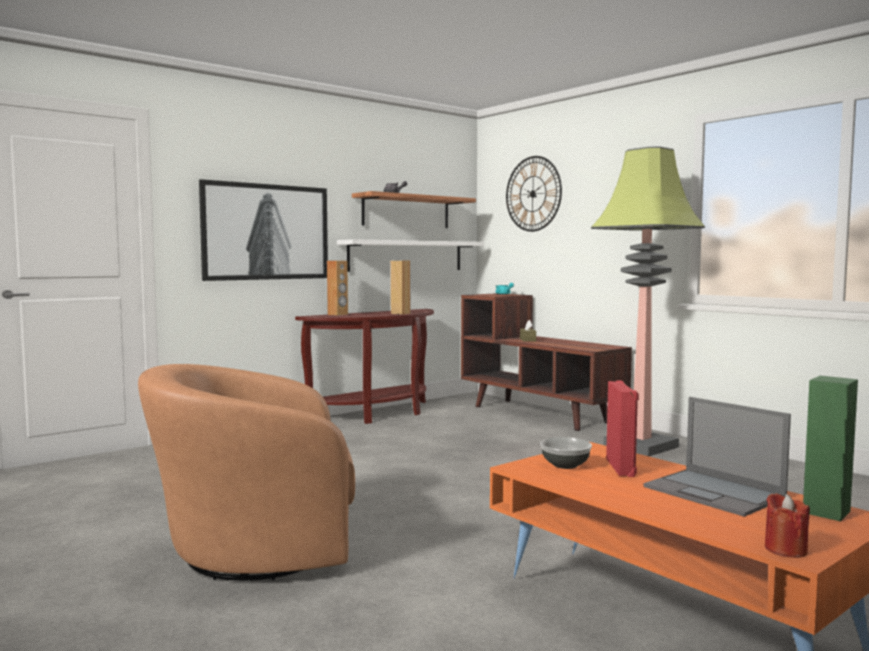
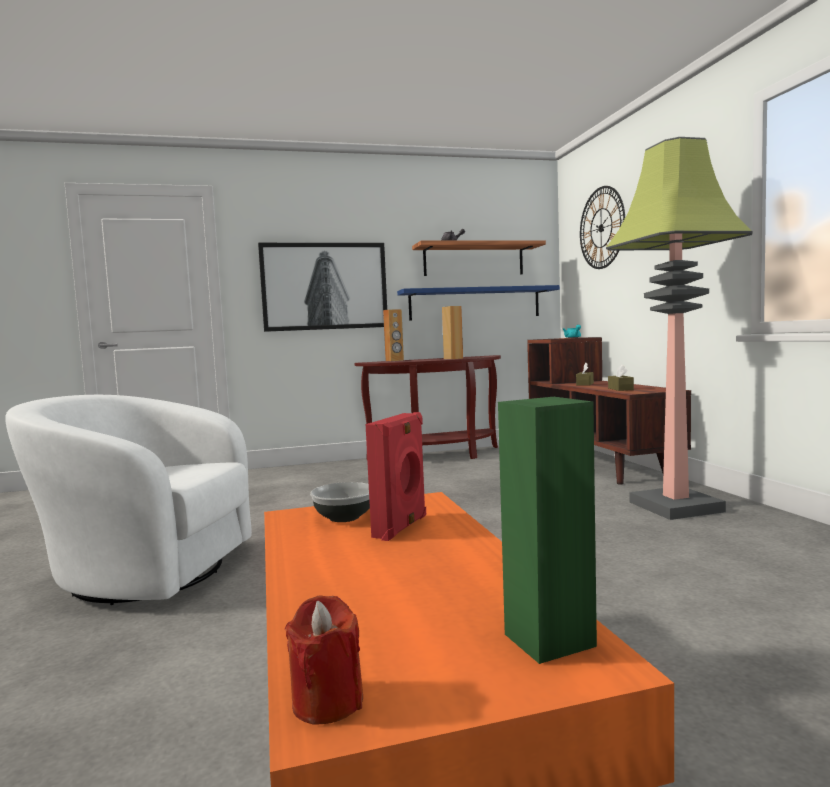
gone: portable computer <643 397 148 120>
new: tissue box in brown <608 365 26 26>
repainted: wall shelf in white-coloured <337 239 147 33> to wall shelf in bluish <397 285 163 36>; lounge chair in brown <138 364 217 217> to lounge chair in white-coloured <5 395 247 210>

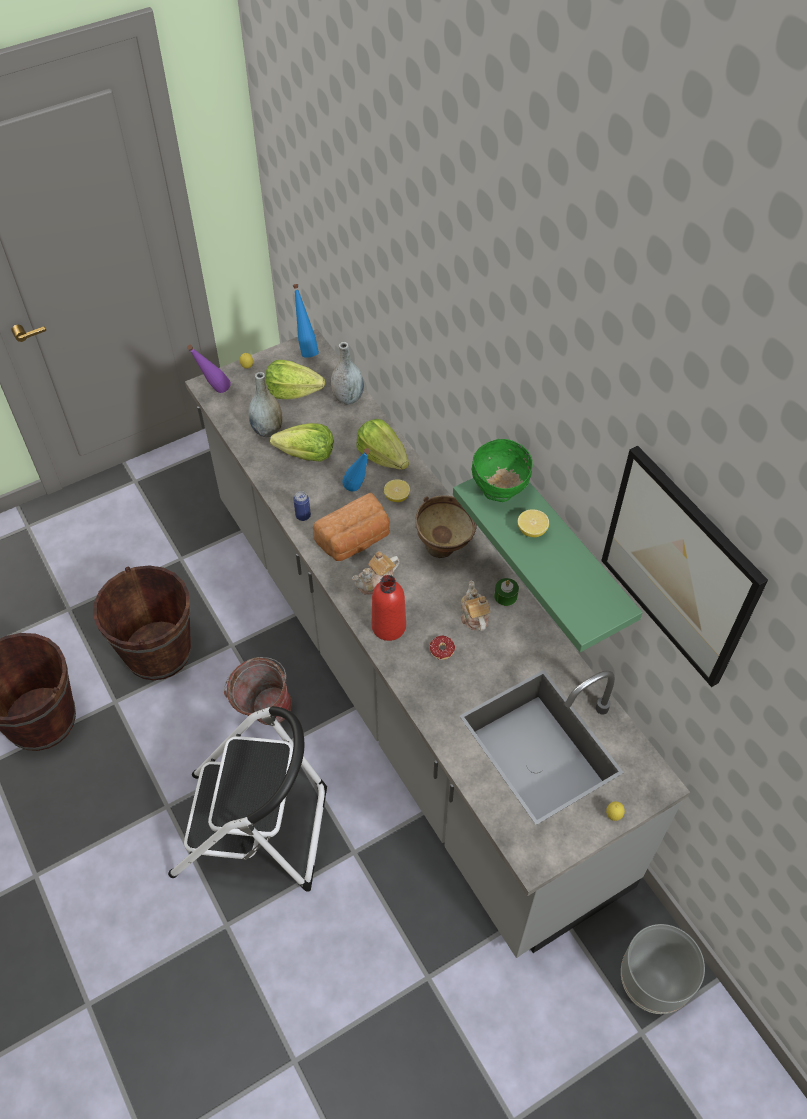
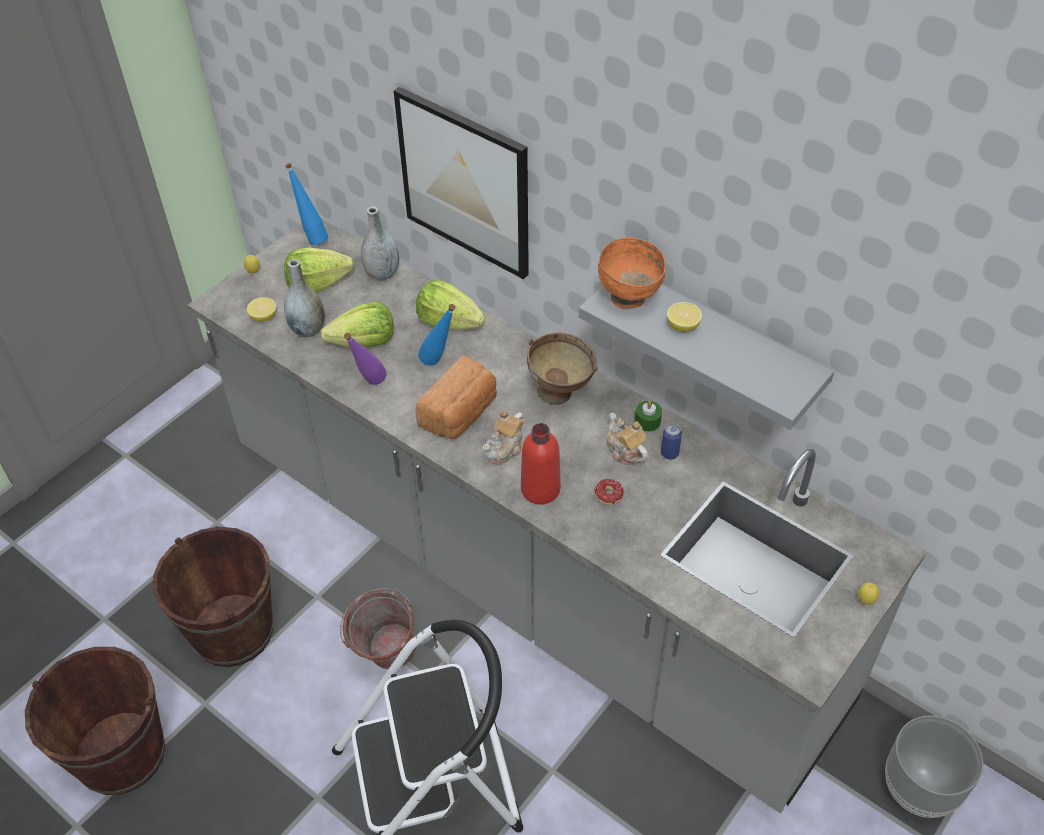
shifted: bottle in purple <187 345 44 48> to <344 333 43 52>; wall art <601 446 167 241> to <394 87 135 192>; whole lemon <384 479 26 23> to <247 297 29 25>; can <293 491 18 30> to <661 423 21 37>
repainted: serving bowl in greenish <472 439 61 63> to serving bowl in orangey <598 238 68 70>; wall shelf in greenish <453 478 190 174> to wall shelf in grey <579 284 255 146>

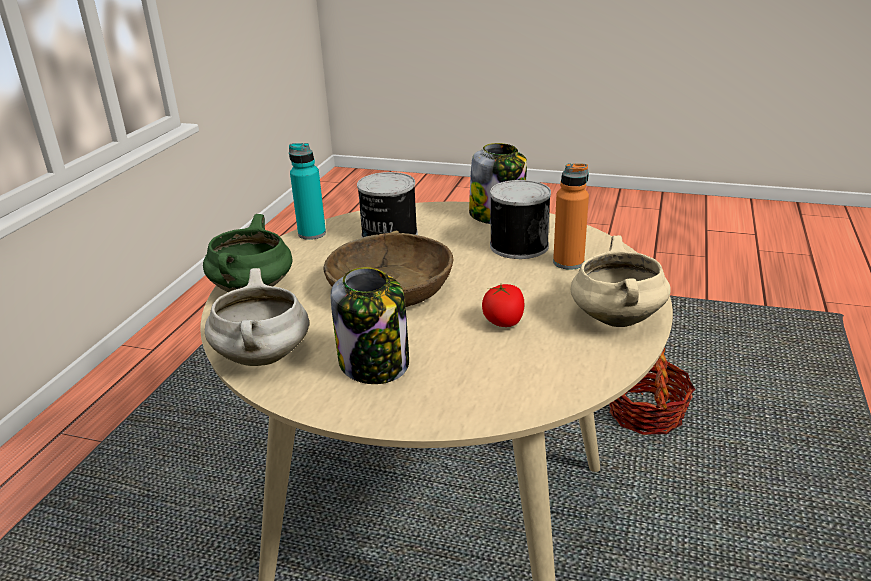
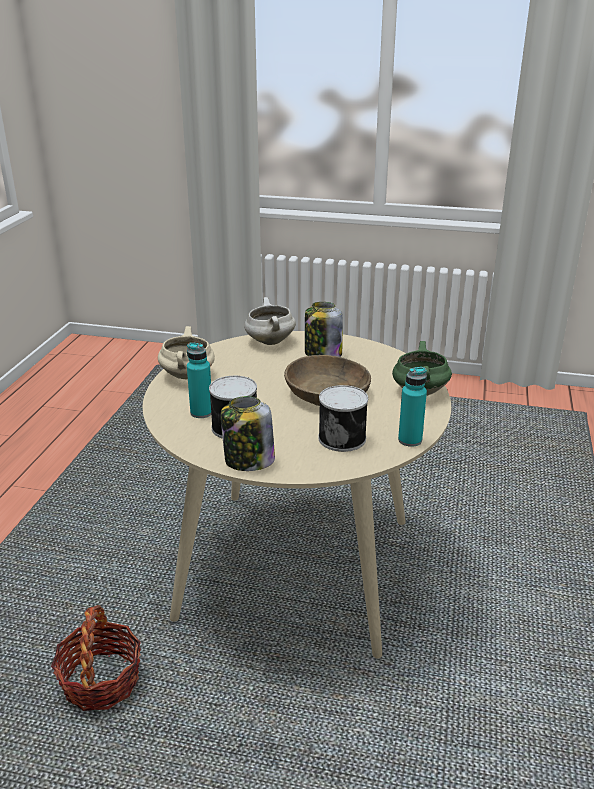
gone: tomato <482 284 42 43>
shifted: stockpot in white-coloured <205 268 104 98> to <244 297 52 48>
repainted: bottle in orangey <553 163 36 107> to bottle in turquoise <187 342 24 76>

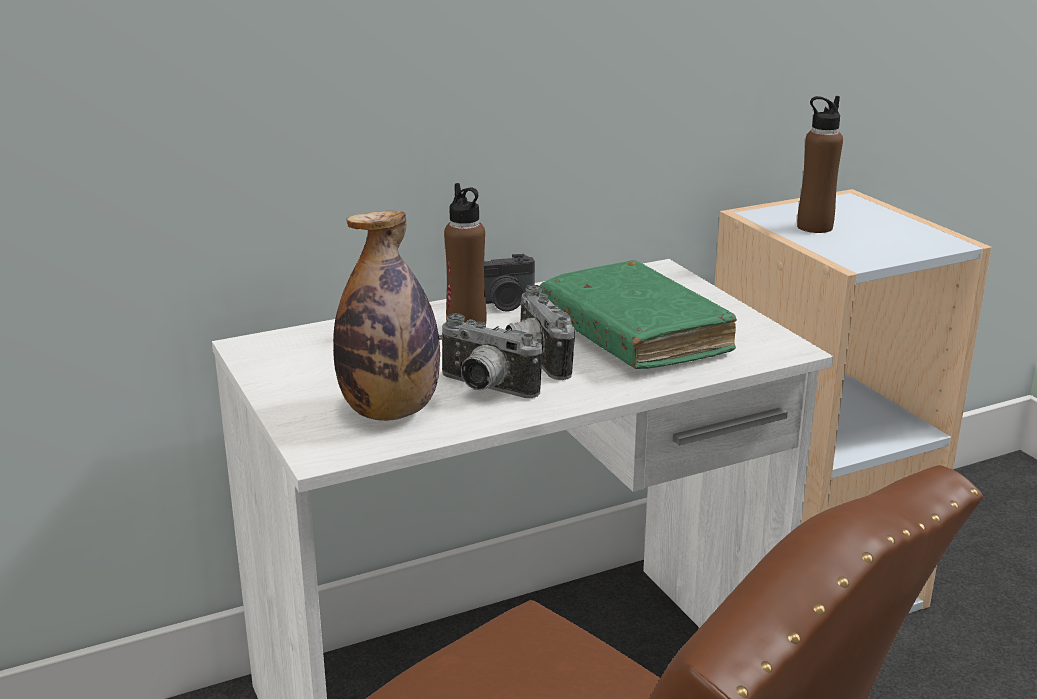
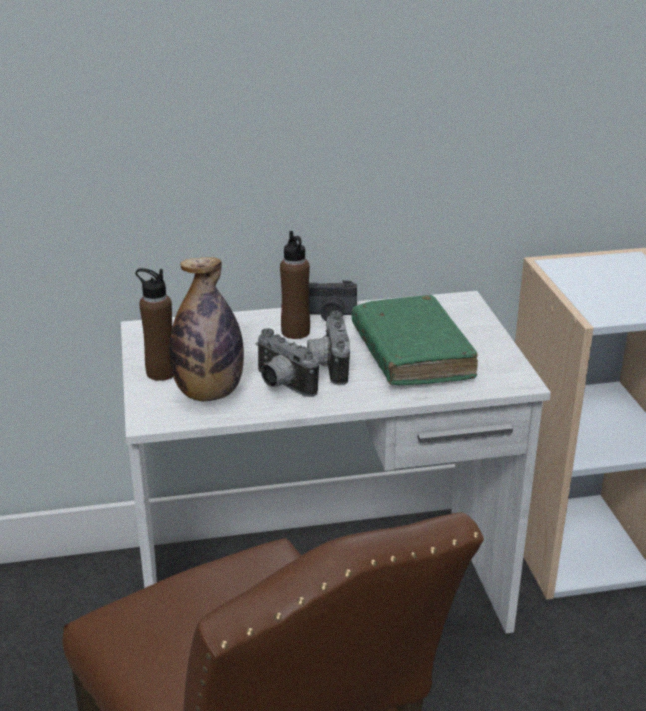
shifted: bottle in brown <797 96 46 137> to <135 268 38 113>

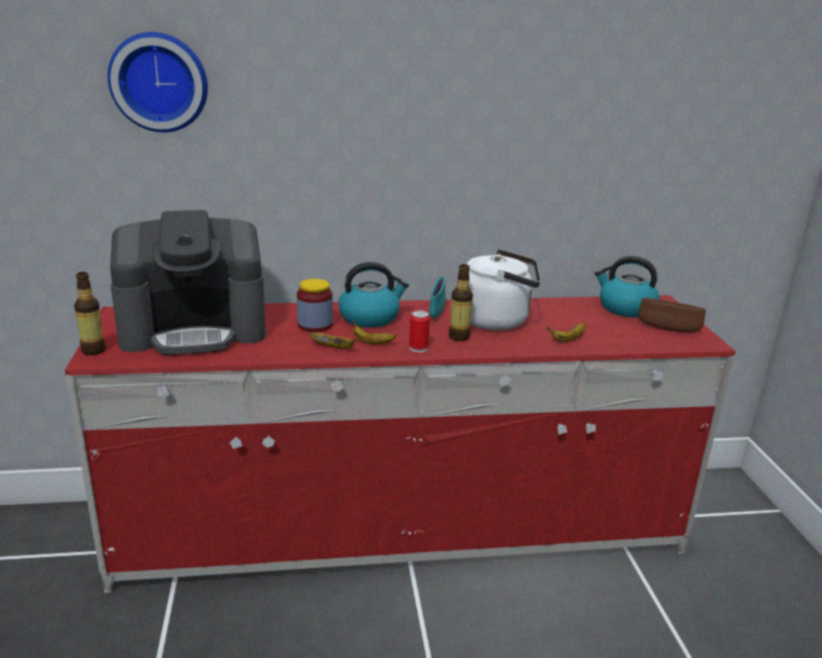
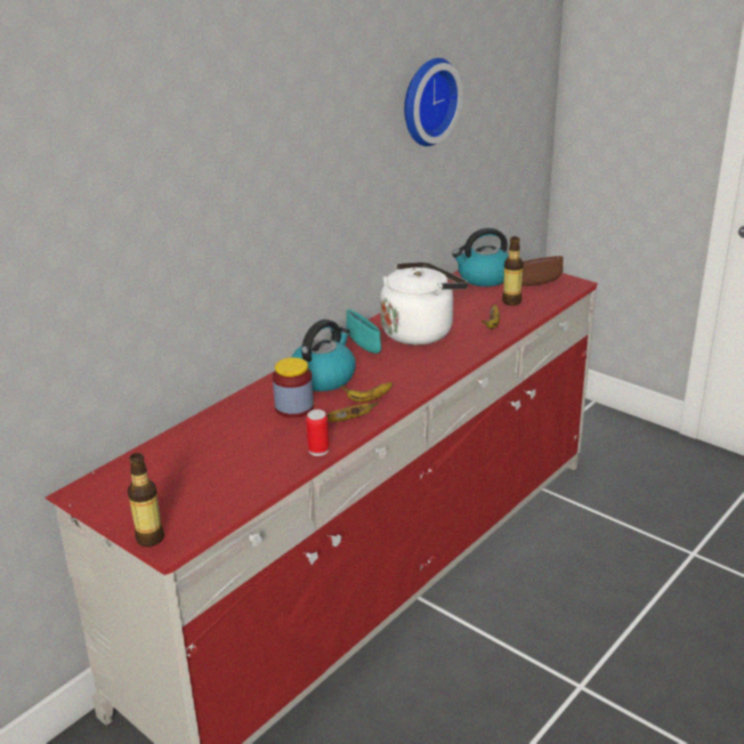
gone: coffee machine <110 210 156 145>
shifted: hanging clock <108 32 100 100> to <404 58 59 88>; bottle <449 264 24 77> to <502 236 21 69>; can <409 310 21 42> to <306 409 23 47>

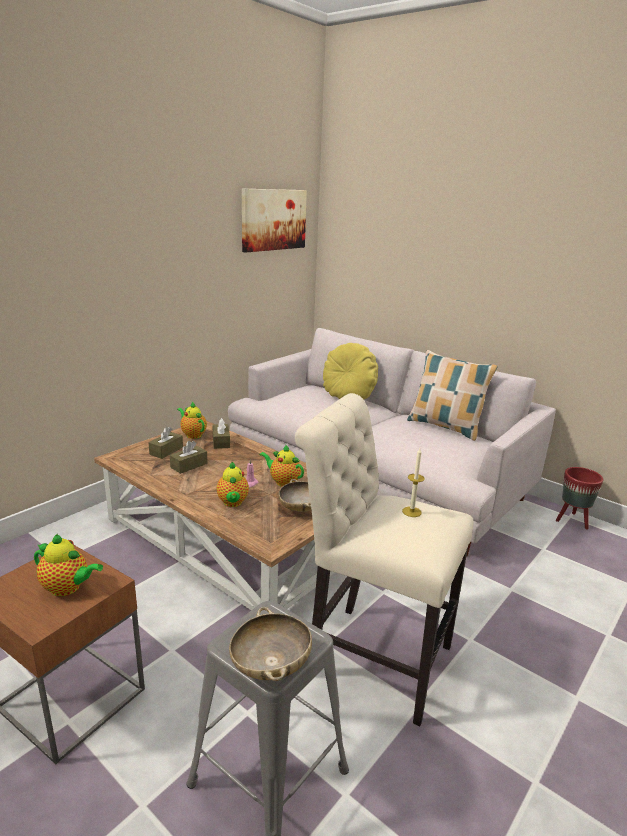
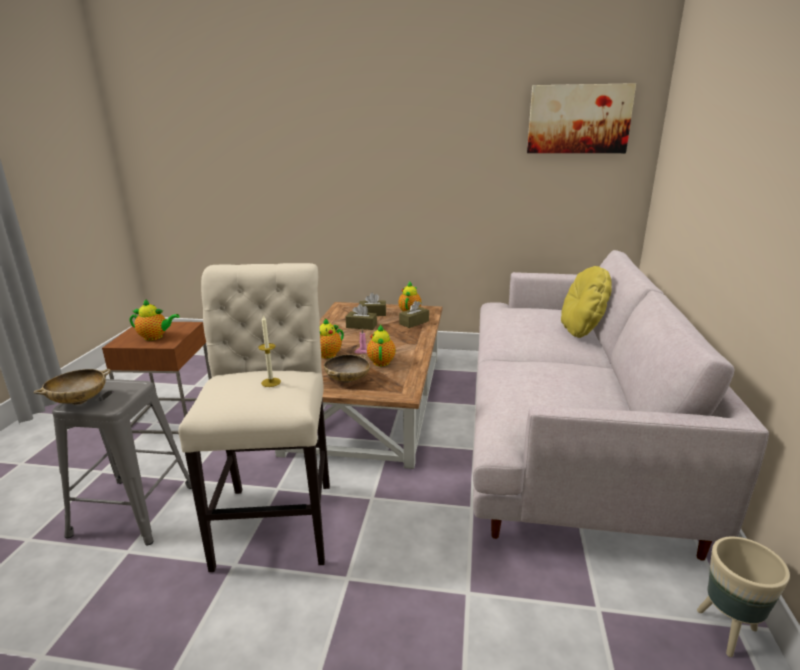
gone: cushion <407 350 91 91>
repainted: flower pot in red-coloured <556 467 48 62> to flower pot in beige-coloured <697 537 93 120>
rotated: pot for tea <34 534 69 62> = <130 299 49 42> 75 degrees counterclockwise

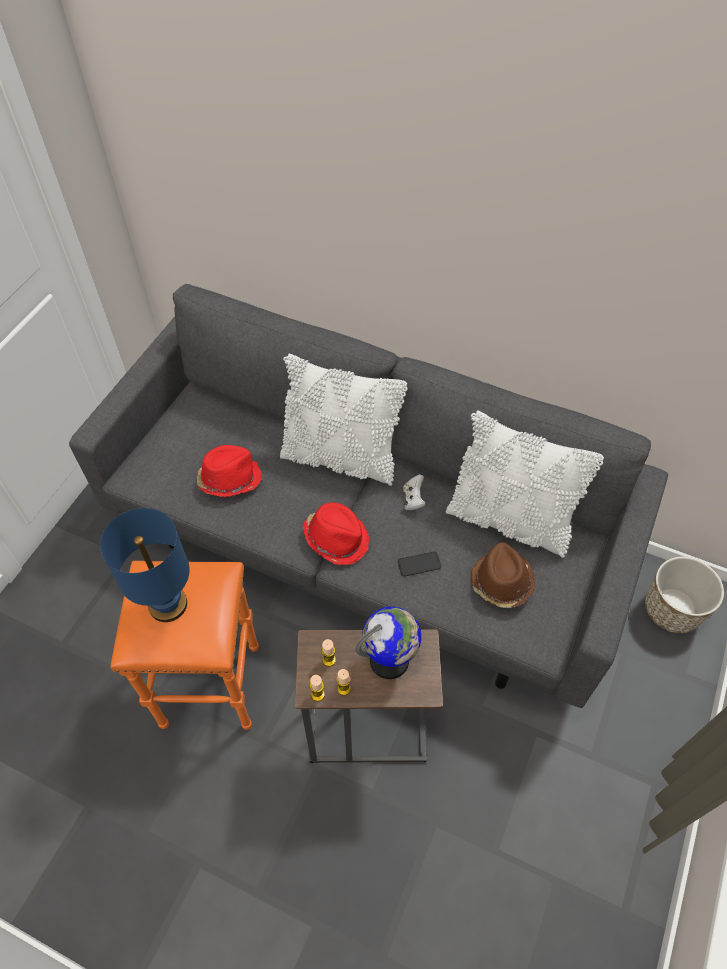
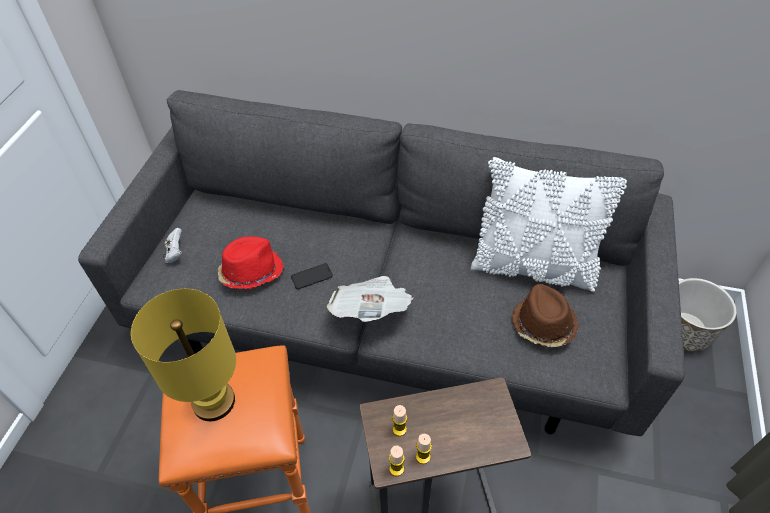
gone: cushion in white-coloured <280 354 128 132>; desk globe <355 607 66 72>
shifted: game controller in white-coloured <403 474 23 36> to <163 228 19 35>; telephone <398 551 43 26> to <291 263 42 26>
swapped: clothing hat in red-coloured <303 502 66 63> to newspaper <327 276 87 46>
repainted: tabletop lamp in bluish <100 508 90 114> to tabletop lamp in yellow-coloured <131 289 105 132>

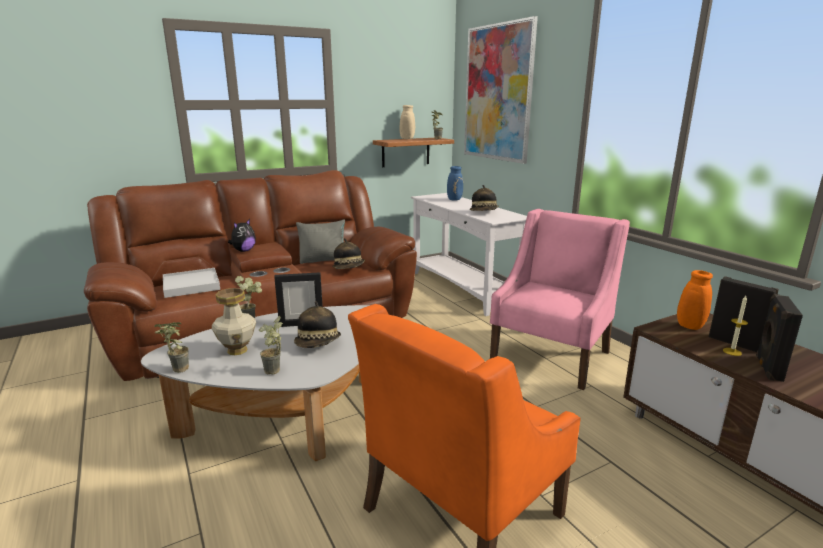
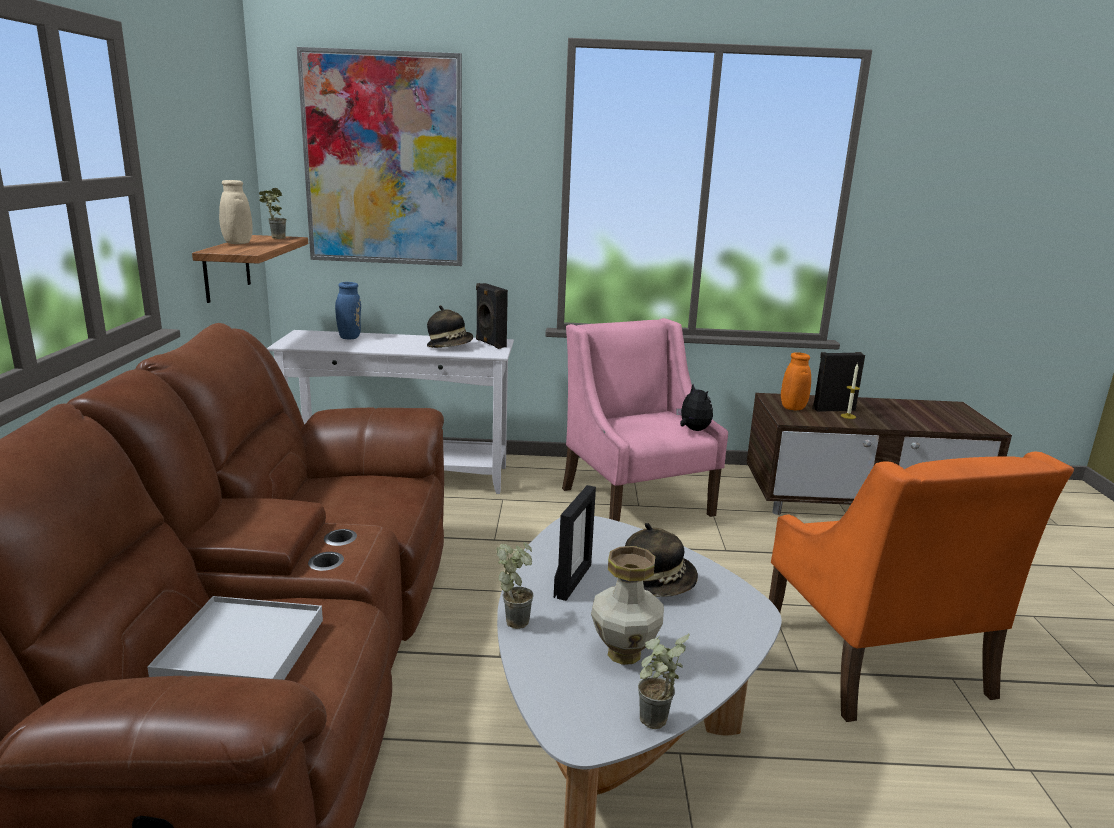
gone: cushion in grey <296 219 49 45>; clothing hat <332 238 33 31>; potted plant <258 316 25 59>
shifted: plush toy <228 219 28 33> to <676 384 37 47>; loudspeaker in black <756 294 47 88> to <476 283 32 66>

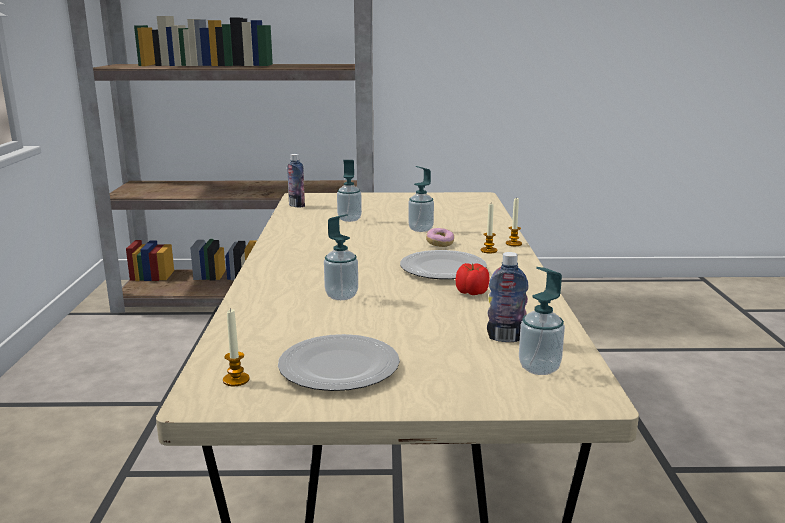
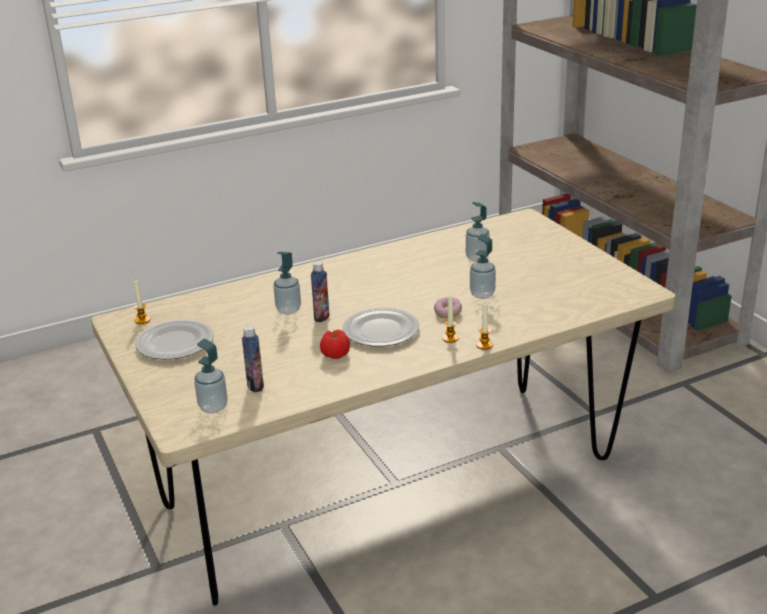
shifted: bottle <287 154 18 54> to <311 261 19 61>

